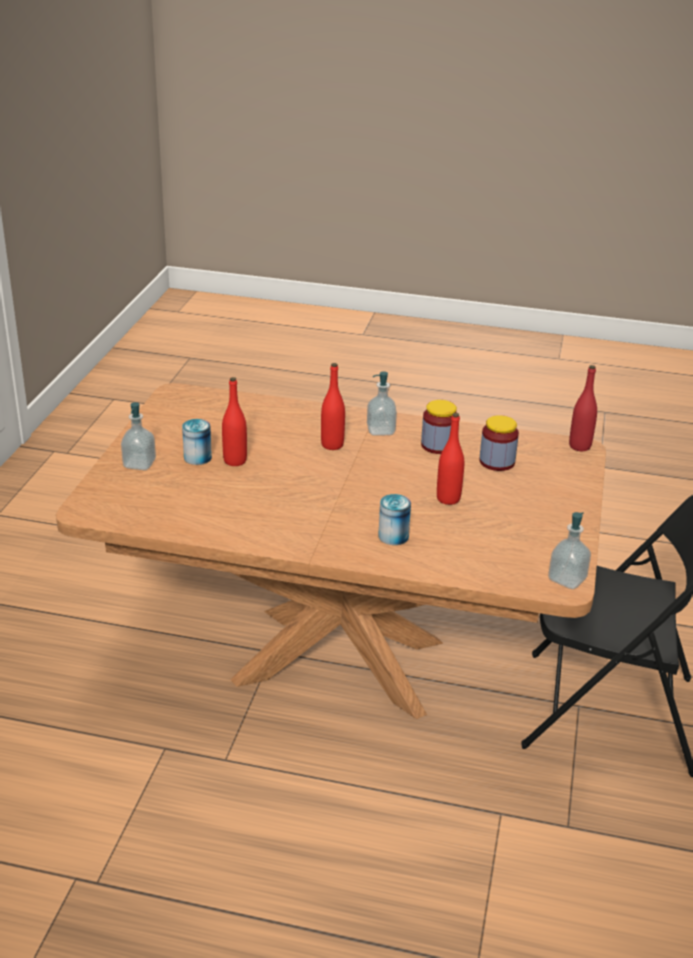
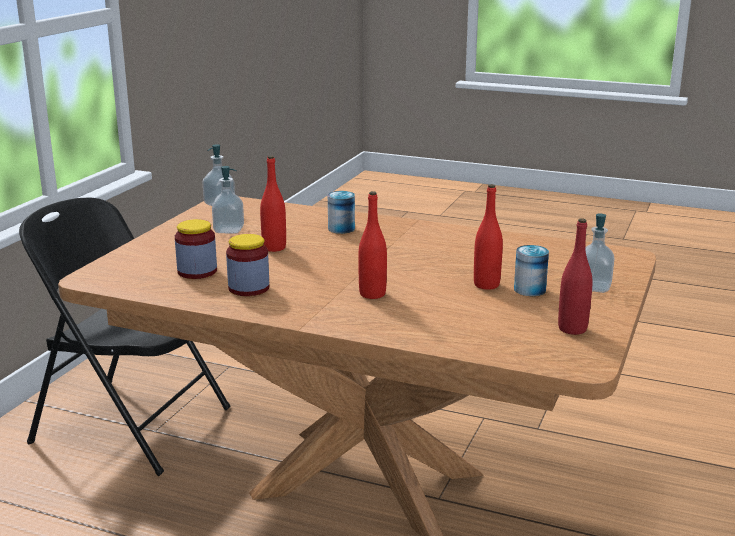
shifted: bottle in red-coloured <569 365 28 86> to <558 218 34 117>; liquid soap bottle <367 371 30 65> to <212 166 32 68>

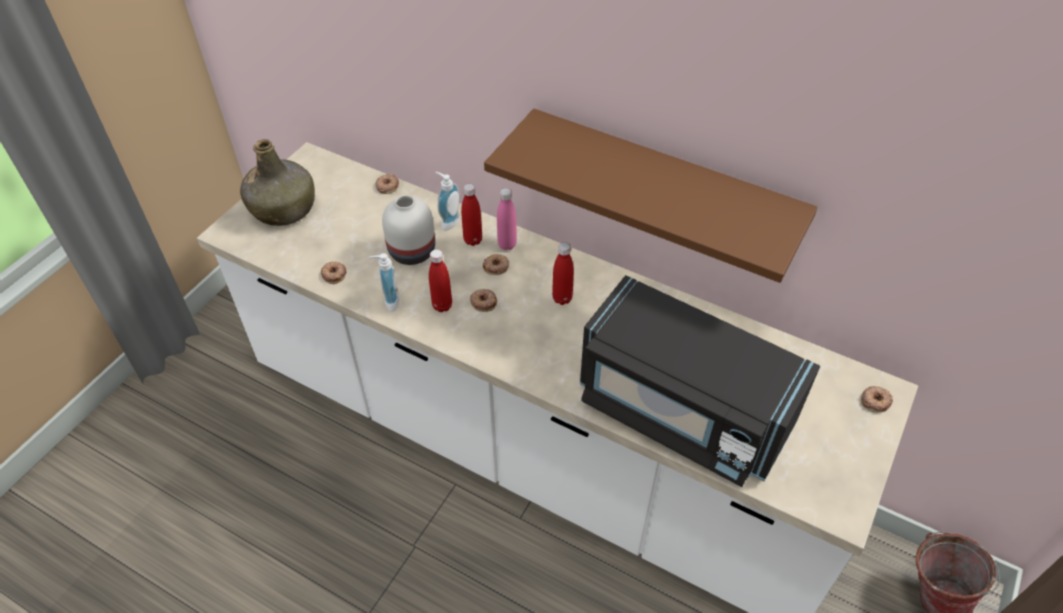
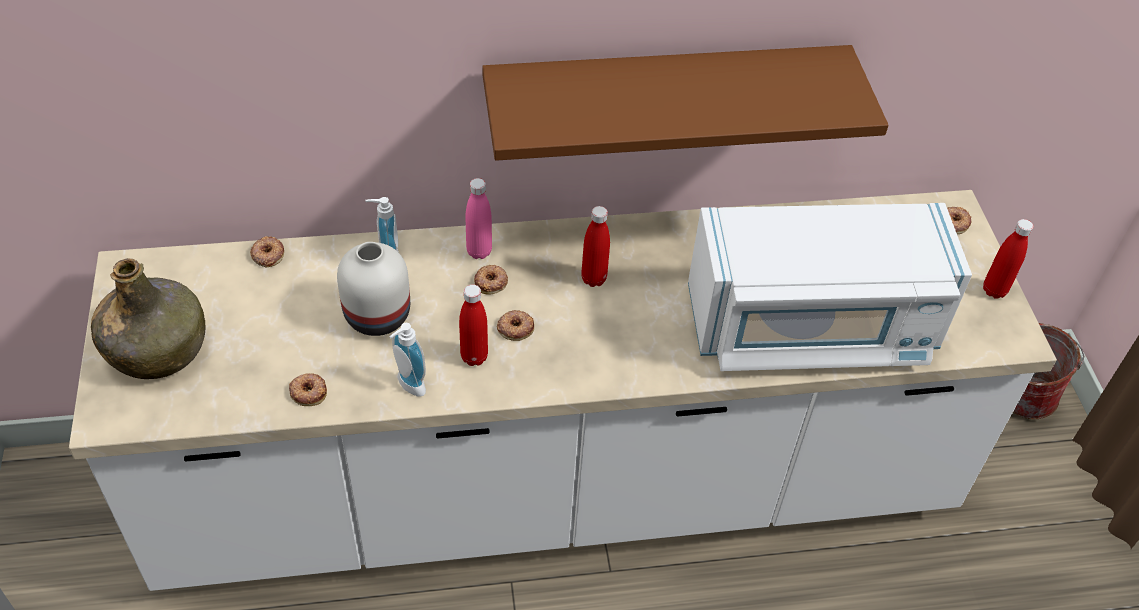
shifted: bottle in red-coloured <461 184 21 62> to <983 219 51 80>
repainted: microwave in black <580 275 240 212> to microwave in white-coloured <688 203 284 168>

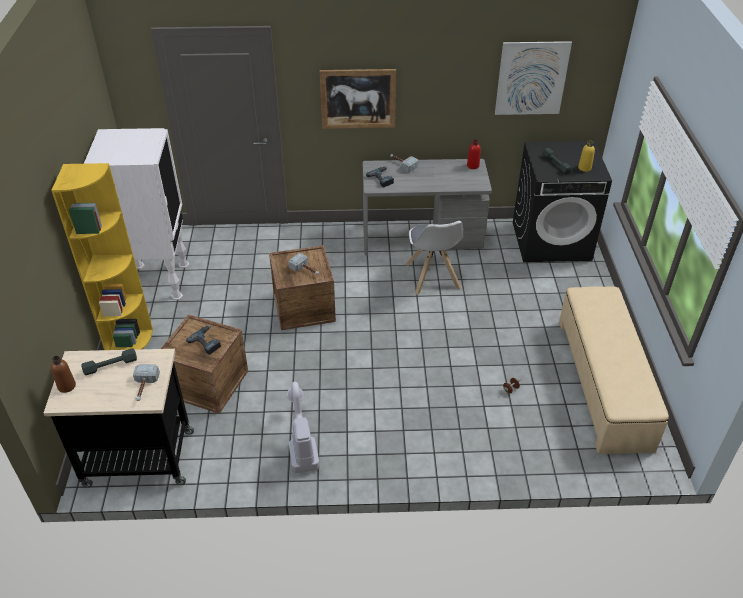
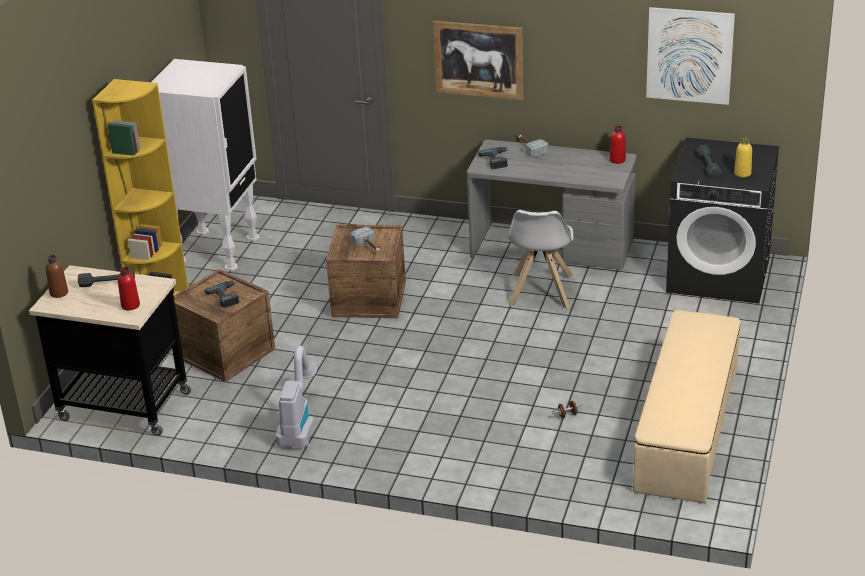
swapped: tool hammer <133 364 27 37> to bottle in red-coloured <118 267 22 43>

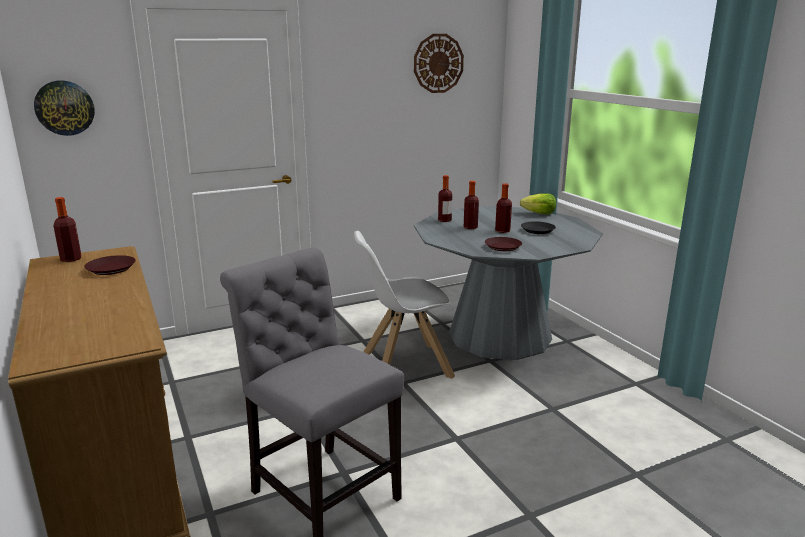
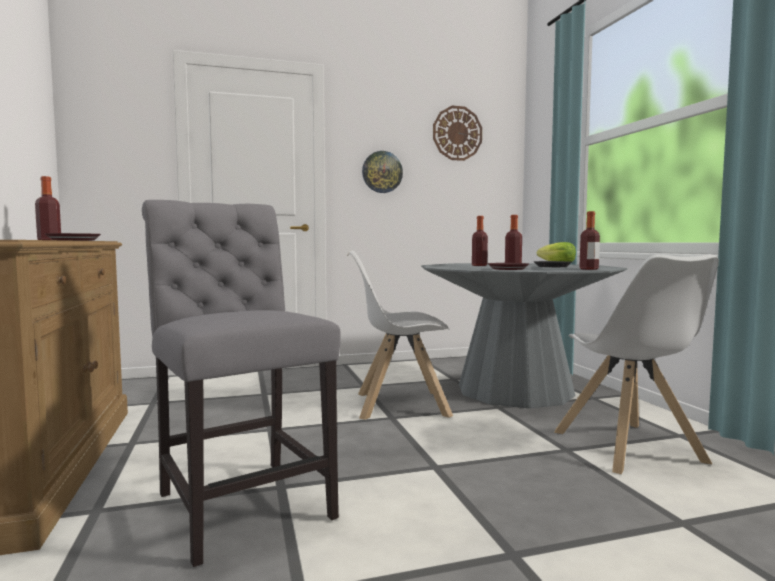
new: plain chair <554 254 165 220>
shifted: hanging clock <34 80 61 56> to <362 151 41 42>; bottle <438 175 14 47> to <579 211 21 59>

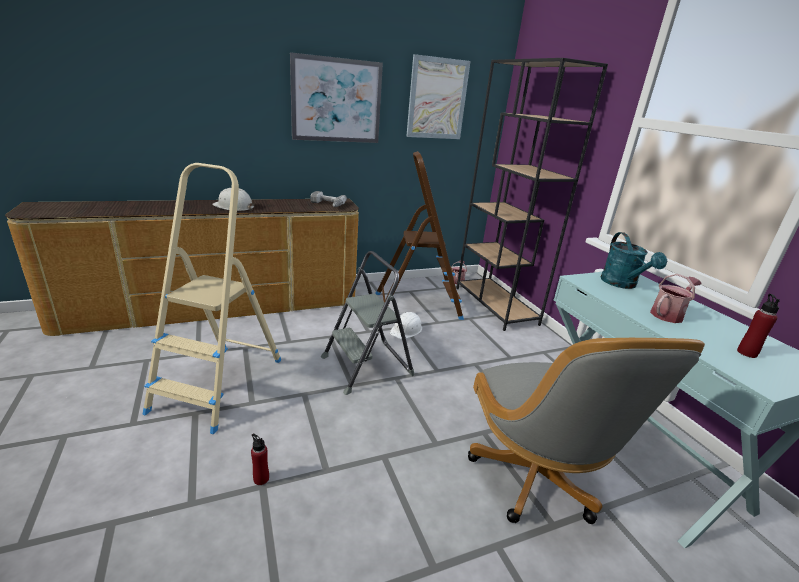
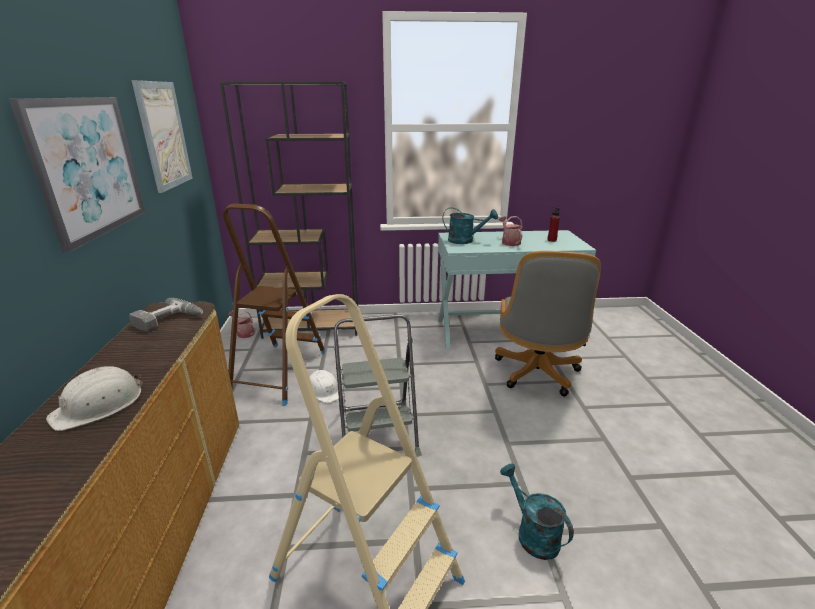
swapped: bottle in red-coloured <251 434 18 51> to sprinkling can in turquoise <500 464 74 96>
rotated: office chair in grey <468 338 237 186> = <495 251 106 146> 90 degrees clockwise

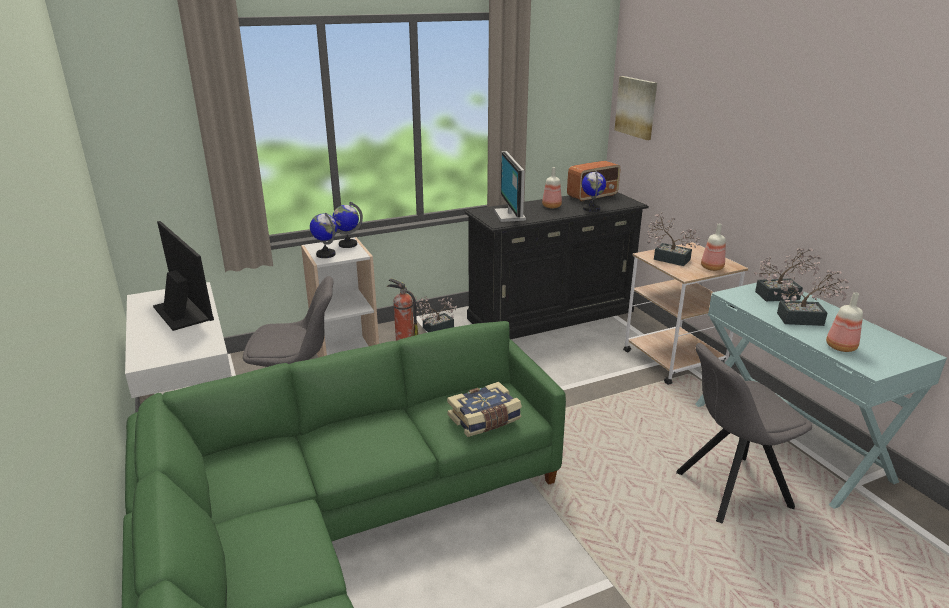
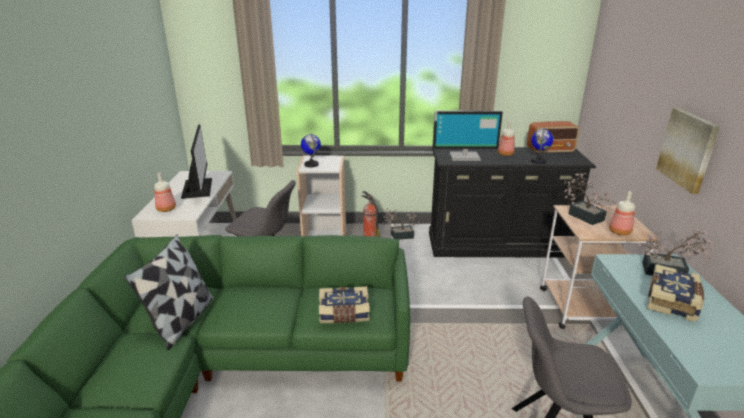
gone: desk globe <332 202 31 46>
new: cushion <124 235 89 115>
shifted: wall art <615 76 42 64> to <656 108 64 86>; bottle <826 292 37 60> to <154 172 22 40>
swapped: potted plant <774 270 75 56> to bound book <647 264 57 58>
rotated: computer display <494 151 32 71> = <432 111 71 50> 105 degrees counterclockwise

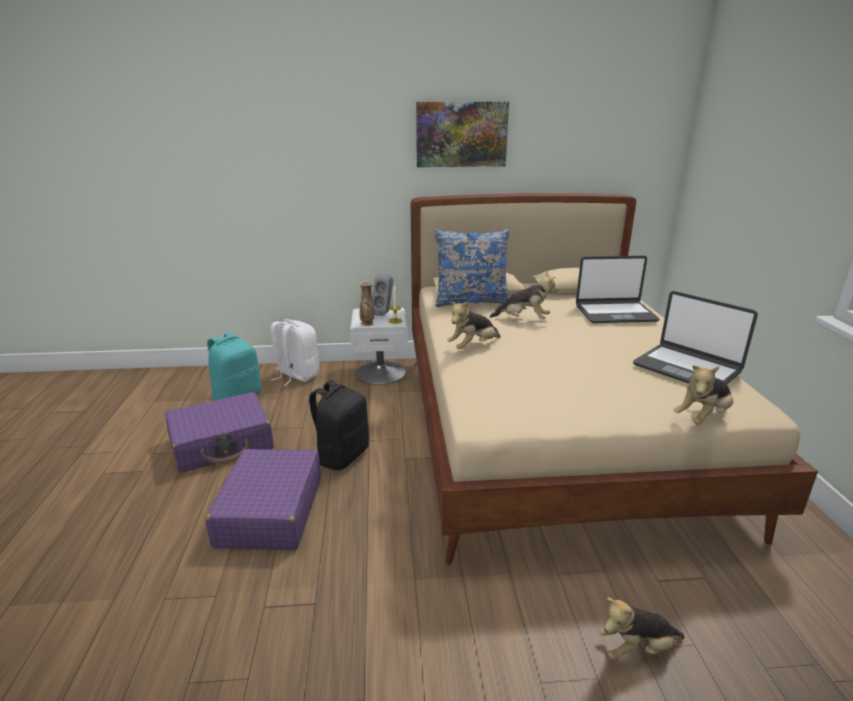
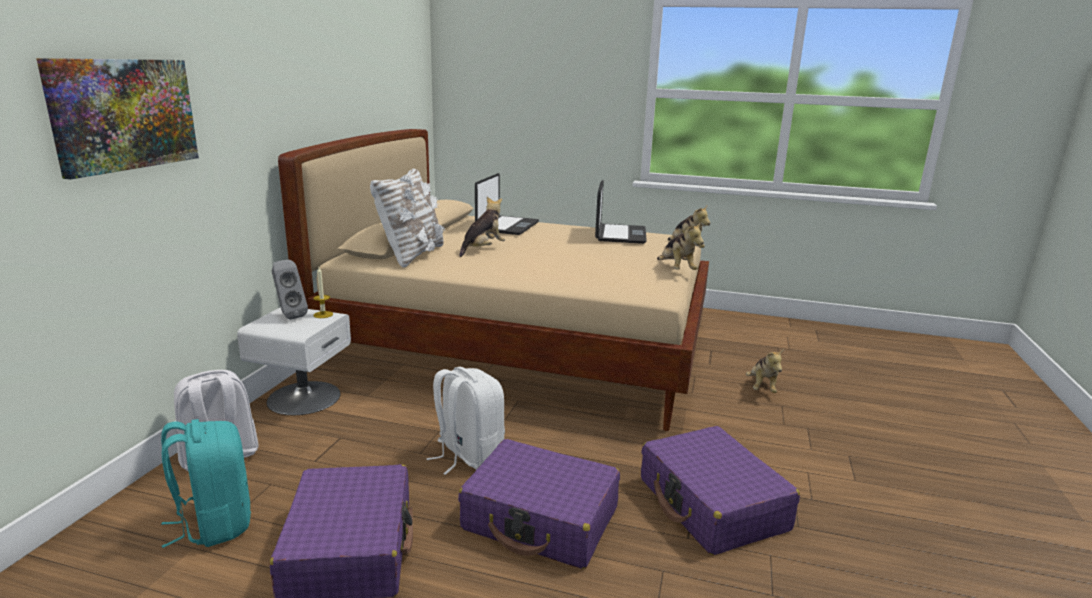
gone: flower vase <359 281 15 45>
new: suitcase in purple <641 426 159 129>
shifted: wall art <416 102 93 65> to <36 58 163 121>; plush toy <447 301 54 48> to <657 221 47 49>
repainted: cushion in bluish <434 229 75 78> to cushion in white-coloured <370 169 76 99>; backpack in black <309 380 60 90> to backpack in white-coloured <426 367 79 108>
rotated: portable computer <633 291 125 93> = <595 180 52 64> 60 degrees counterclockwise

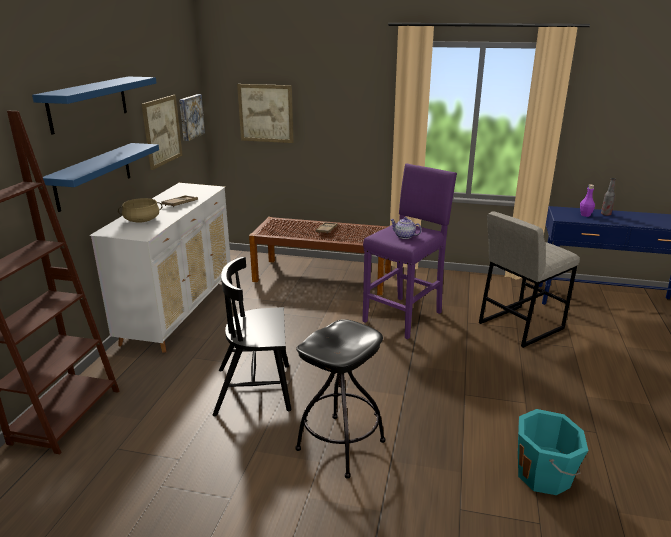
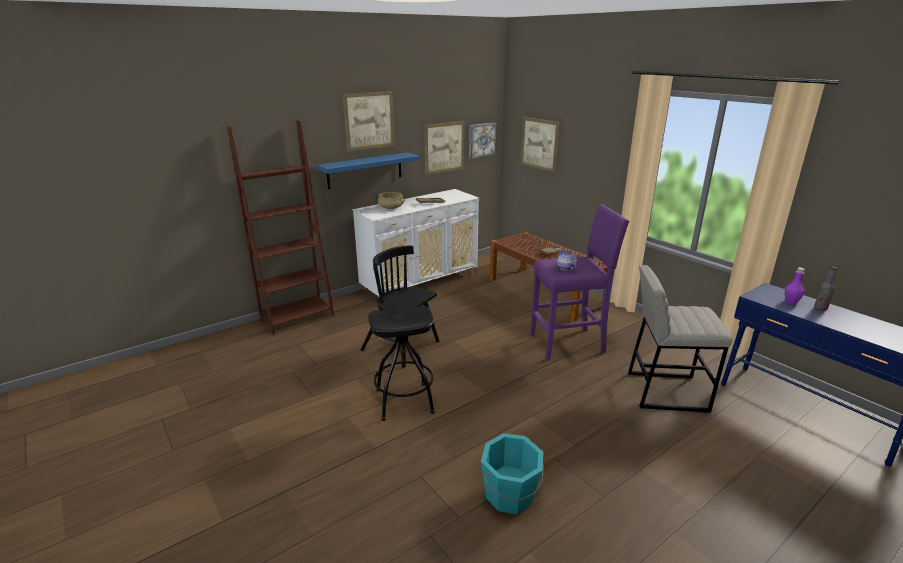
swapped: wall shelf in bluish <32 77 125 58> to wall art <343 91 52 61>

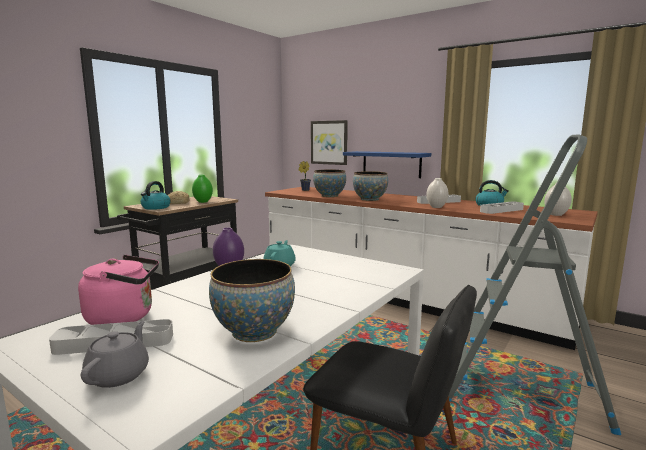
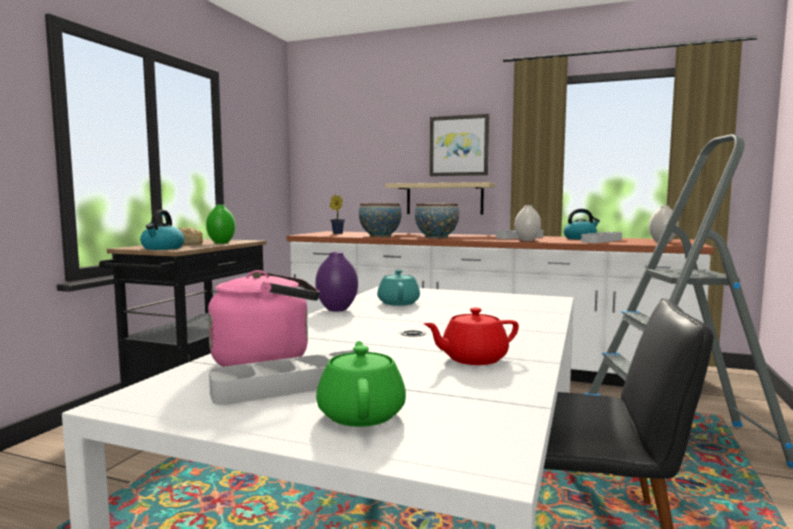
shifted: wall art <311 120 37 45> to <430 114 59 62>
swapped: serving bowl <209 259 86 83> to pot for tea in red-coloured <423 308 96 57>
repainted: wall shelf in bluish <343 151 88 27> to wall shelf in beige-coloured <385 182 110 33>; pot for tea in grey <81 320 68 68> to pot for tea in greenish <316 341 90 86>

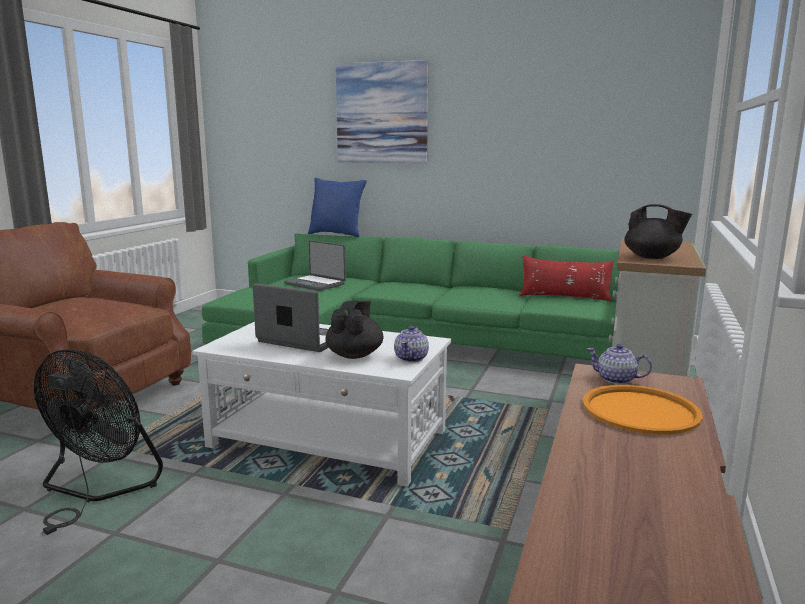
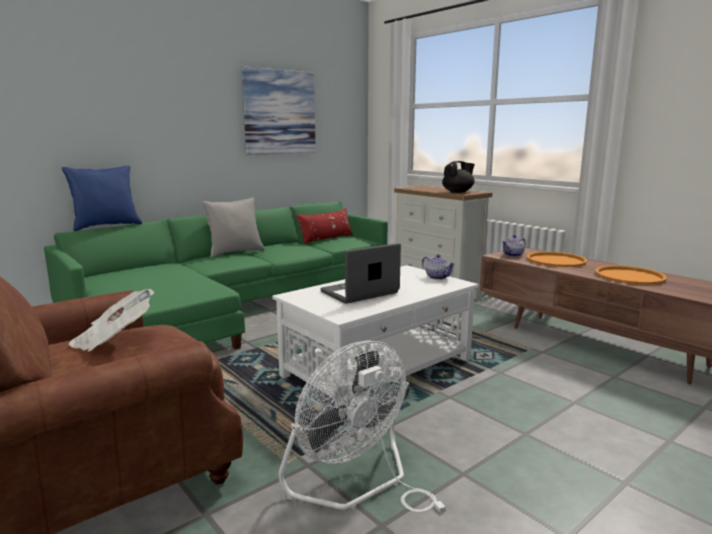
gone: portable computer <284 240 62 51>; pot for tea in black <326 301 57 58>
new: cushion in grey <201 198 64 60>; tray in orangey <595 265 72 19>; newspaper <69 289 85 62>
shifted: wall art <336 60 92 104> to <242 66 74 89>
repainted: cooling fan in black <34 350 129 185> to cooling fan in white-coloured <279 341 167 172>

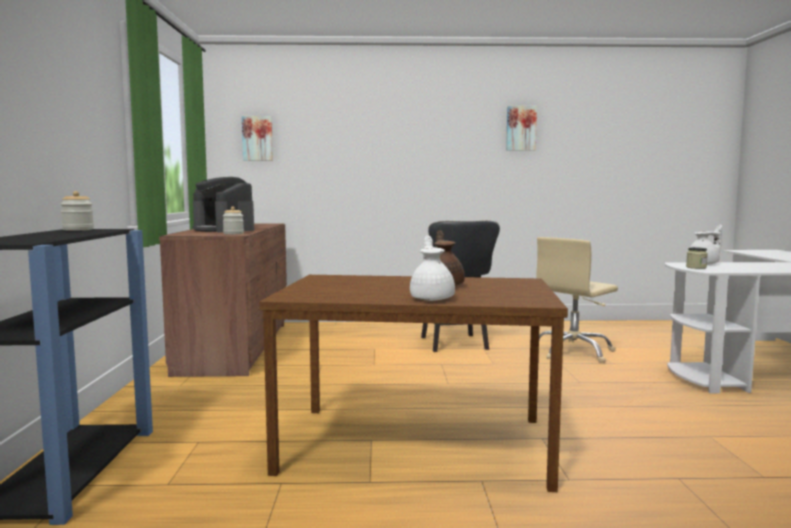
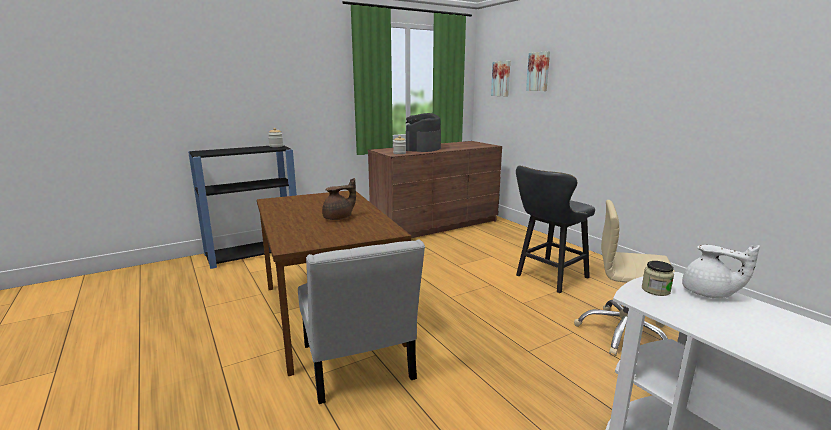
gone: pot for tea in white-coloured <410 235 45 66>
new: plain chair in white-coloured <298 239 127 165>
shifted: wall art <506 106 31 45> to <526 51 24 40>

